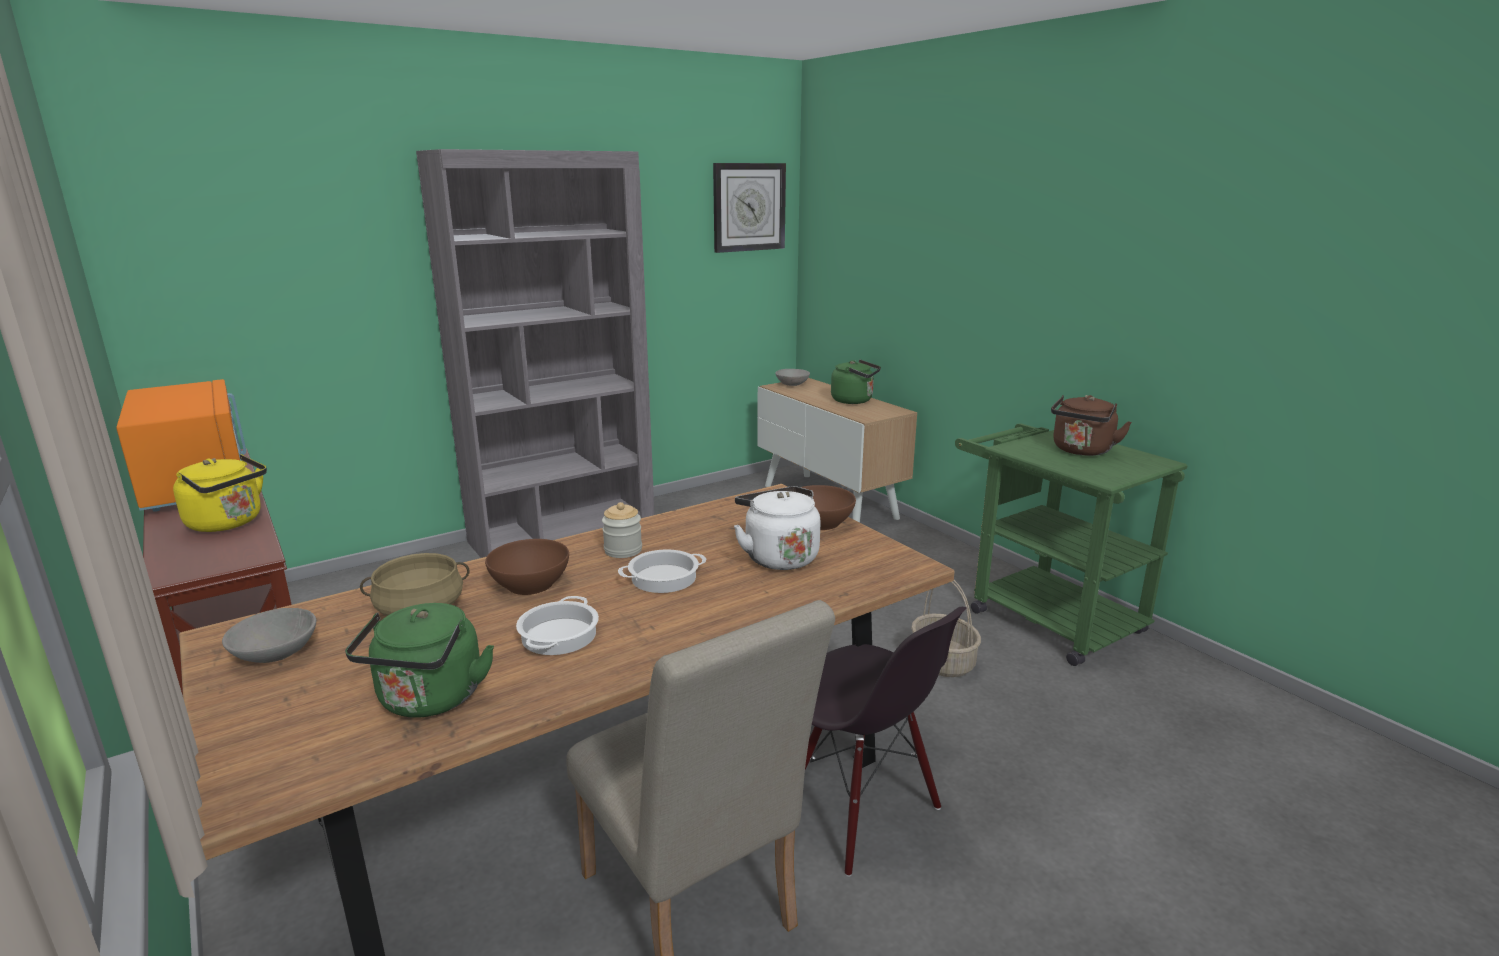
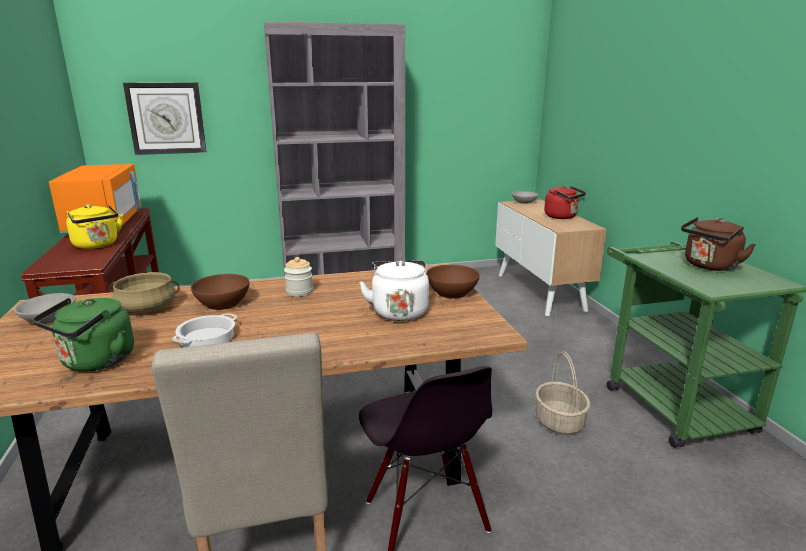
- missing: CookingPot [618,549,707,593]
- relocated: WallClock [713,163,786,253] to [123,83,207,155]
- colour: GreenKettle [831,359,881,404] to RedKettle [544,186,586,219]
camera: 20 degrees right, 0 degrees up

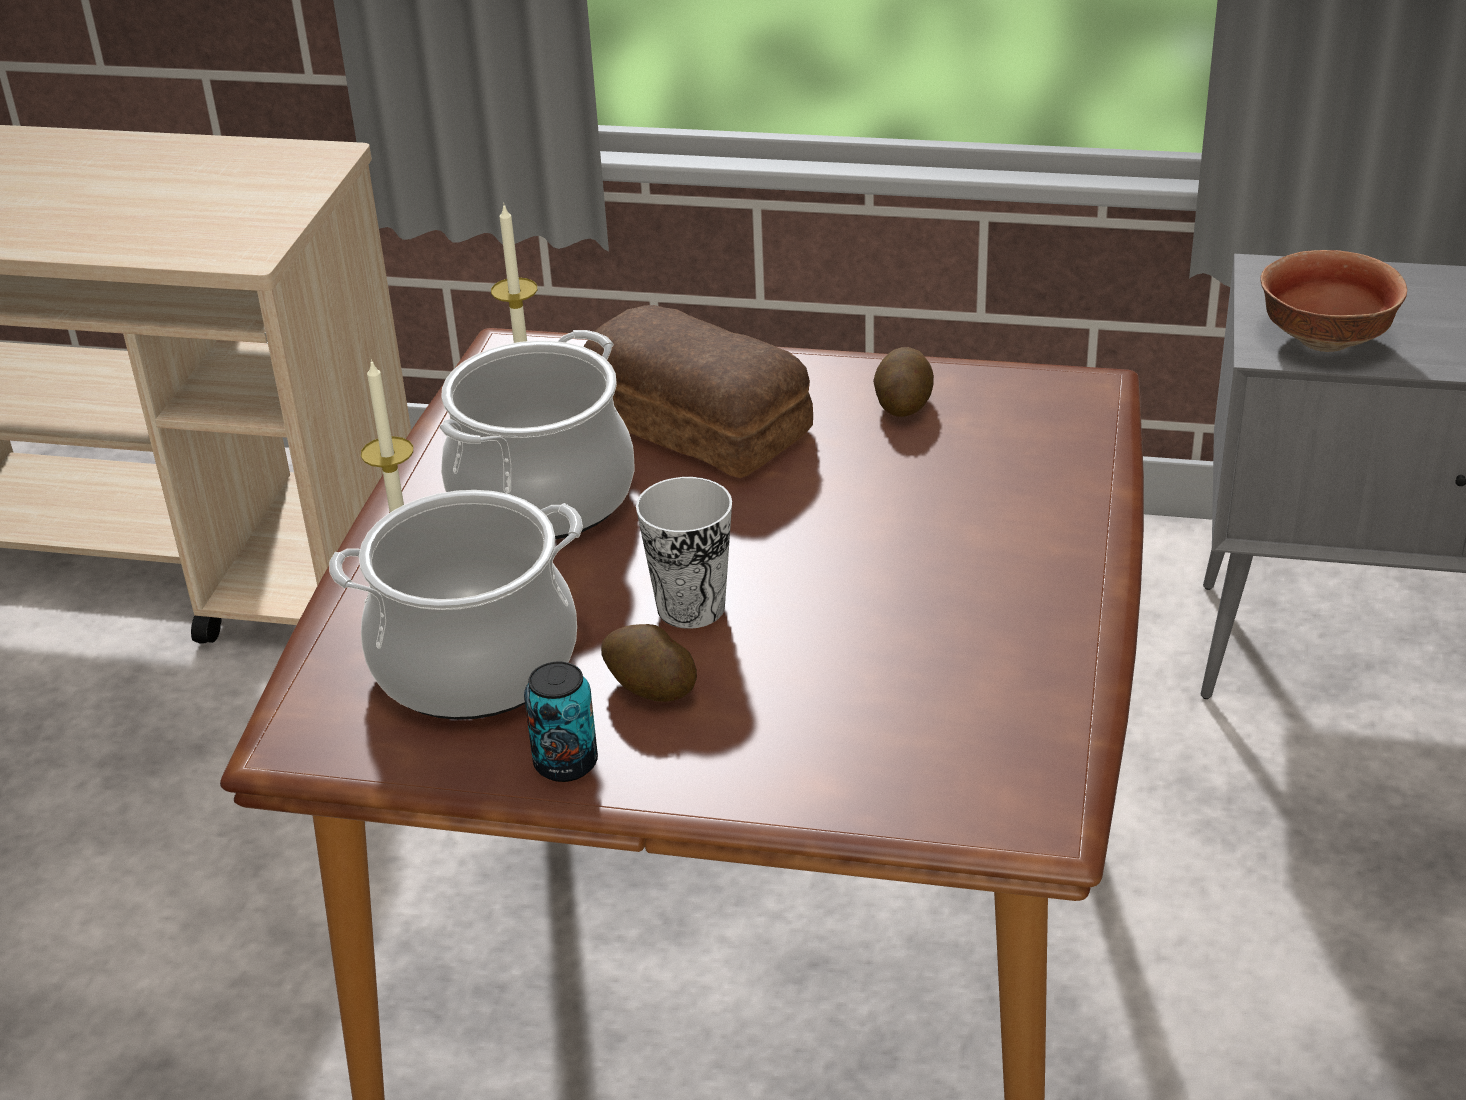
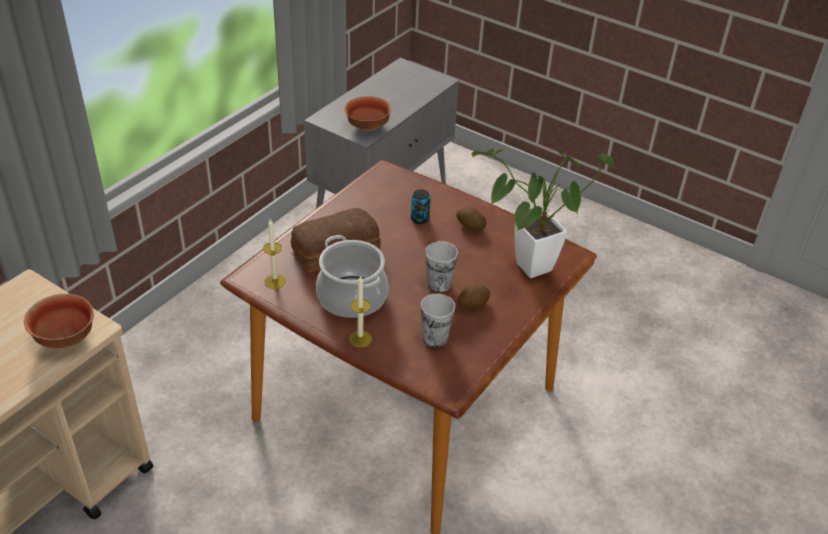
- exchanged: CookingPot [329,490,583,720] to Cup [421,293,455,347]
- relocated: Can [524,661,598,782] to [411,189,431,224]
- relocated: Potato [873,347,934,417] to [456,208,486,231]
- appeared: Bowl [24,294,94,348]
- appeared: PottedPlant [471,148,614,278]
camera: 70 degrees left, 5 degrees up

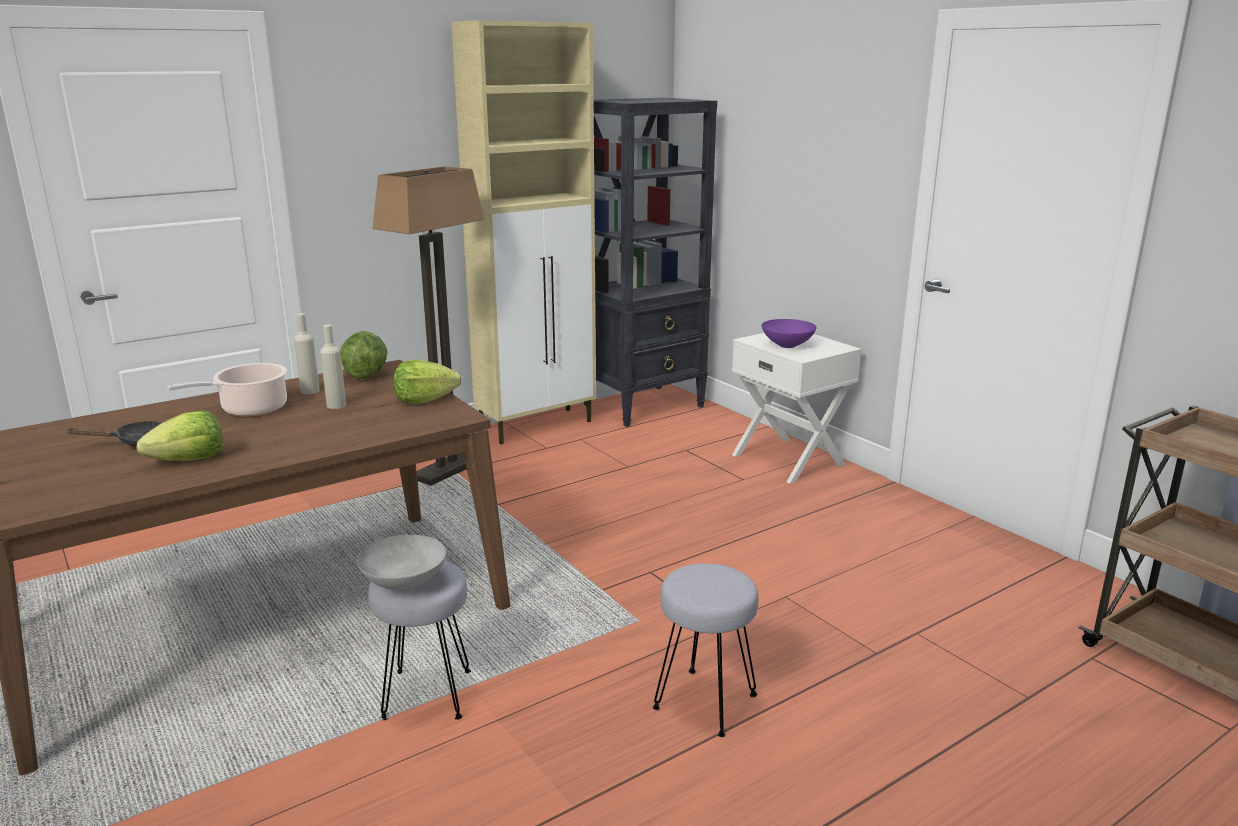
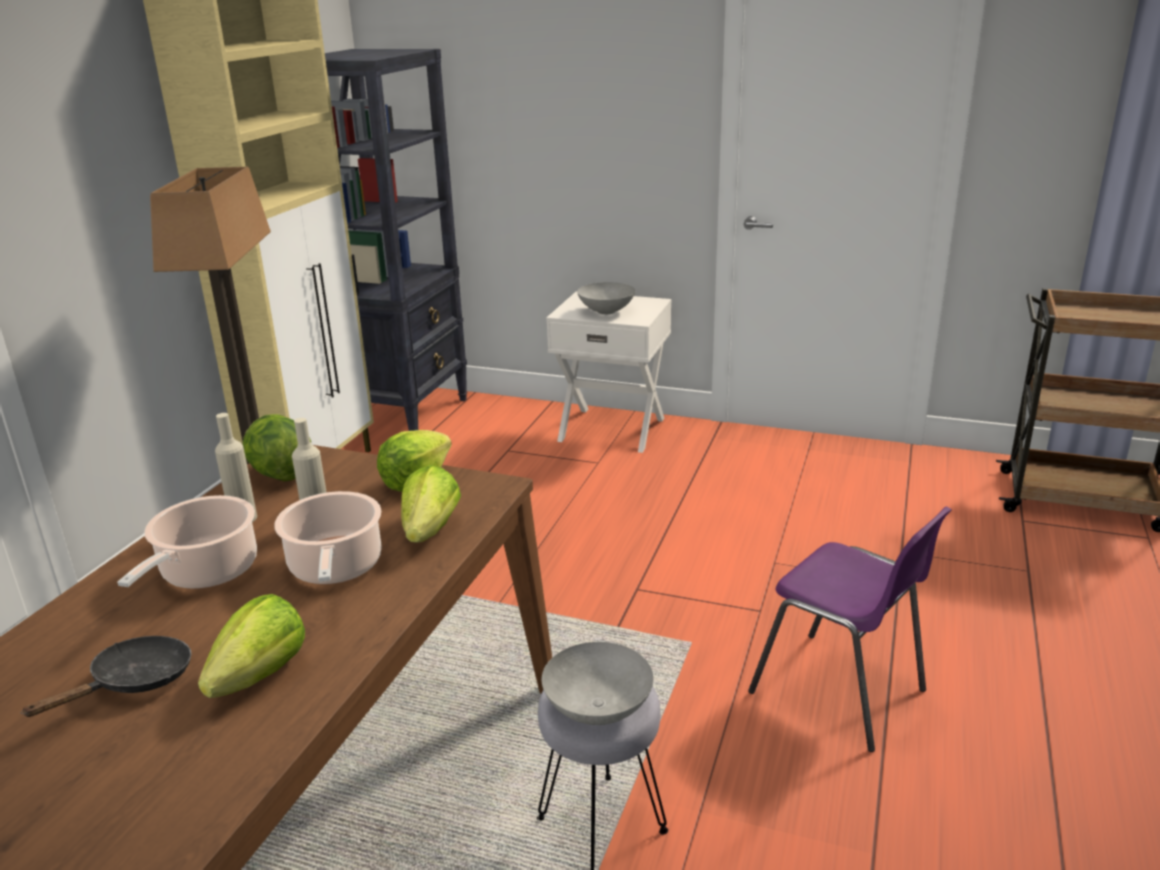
- exchanged: GreyStool [653,563,758,737] to PurpleChair [748,507,952,752]
- colour: PurpleBowl [762,319,817,348] to GreyBowl [577,282,635,315]
- appeared: CookingPot [274,491,382,585]
- appeared: Lettuce [401,465,461,543]
camera: 35 degrees left, 5 degrees up

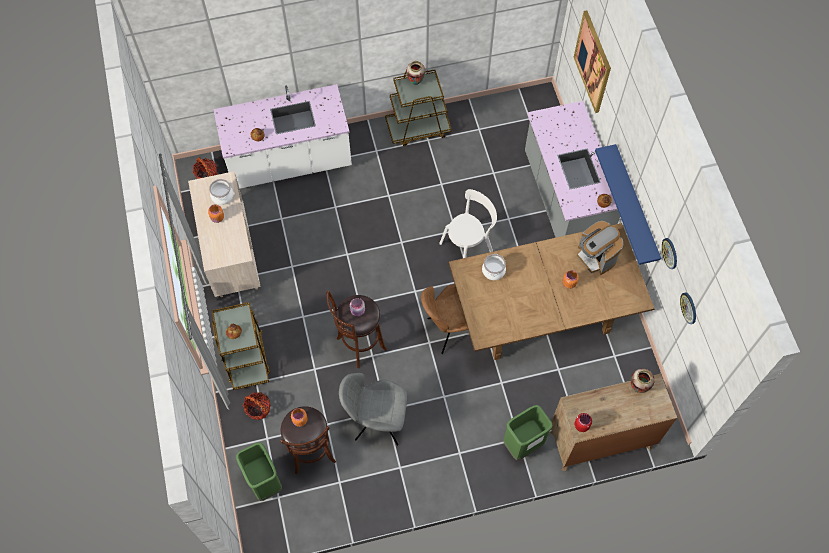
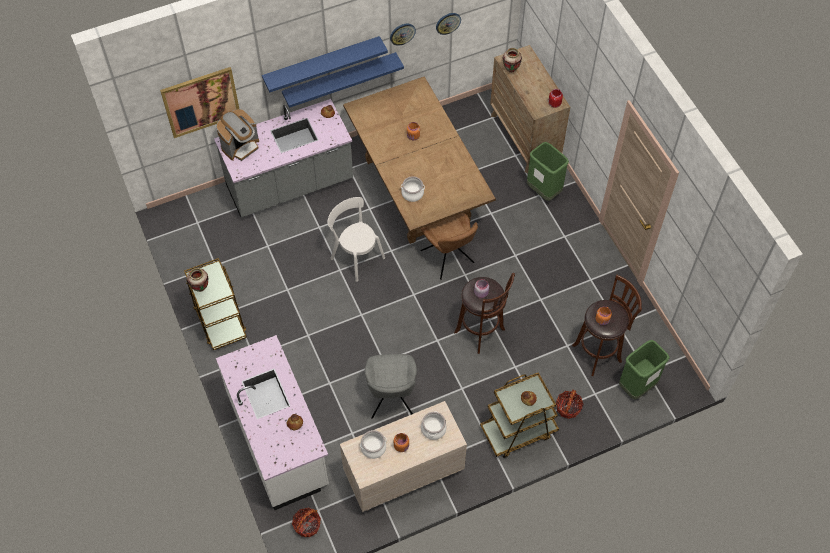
- relocated: GreyChair [339,373,407,446] to [365,354,417,419]
- relocated: CoffeeMachine [577,221,623,275] to [216,109,259,161]
- appeared: BlueShelf [262,36,388,93]
- appeared: CookingPot [421,411,446,440]
camera: 100 degrees left, 5 degrees down

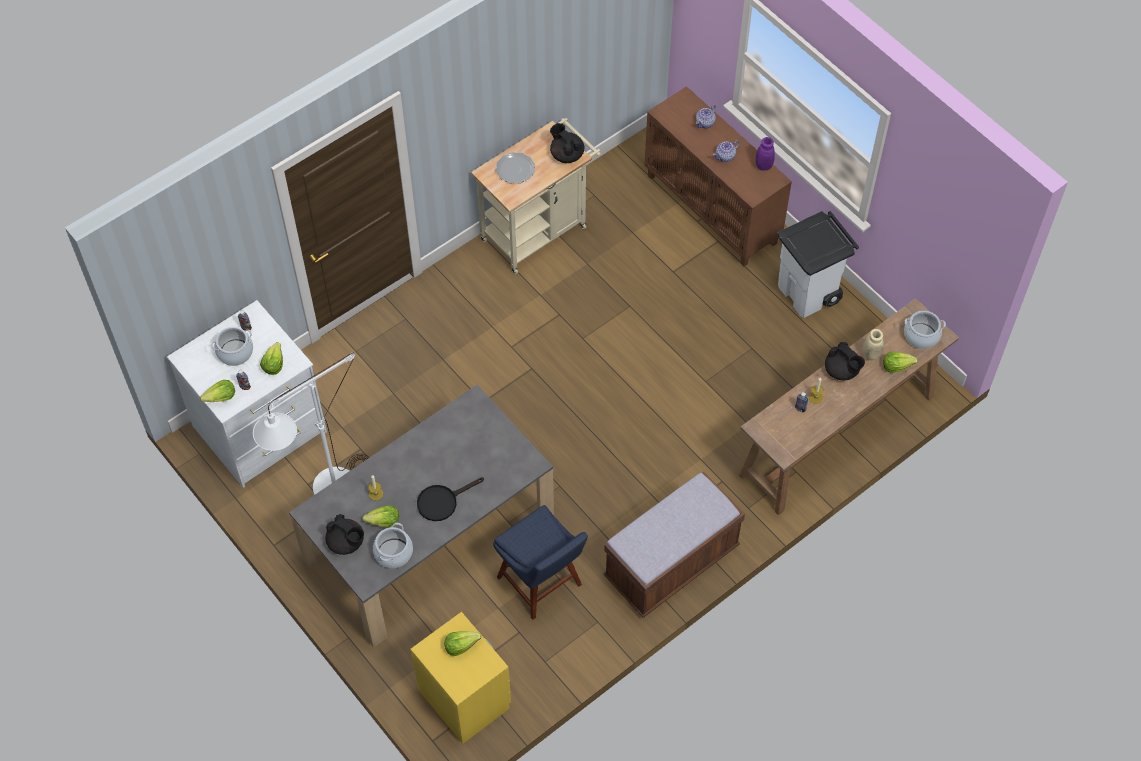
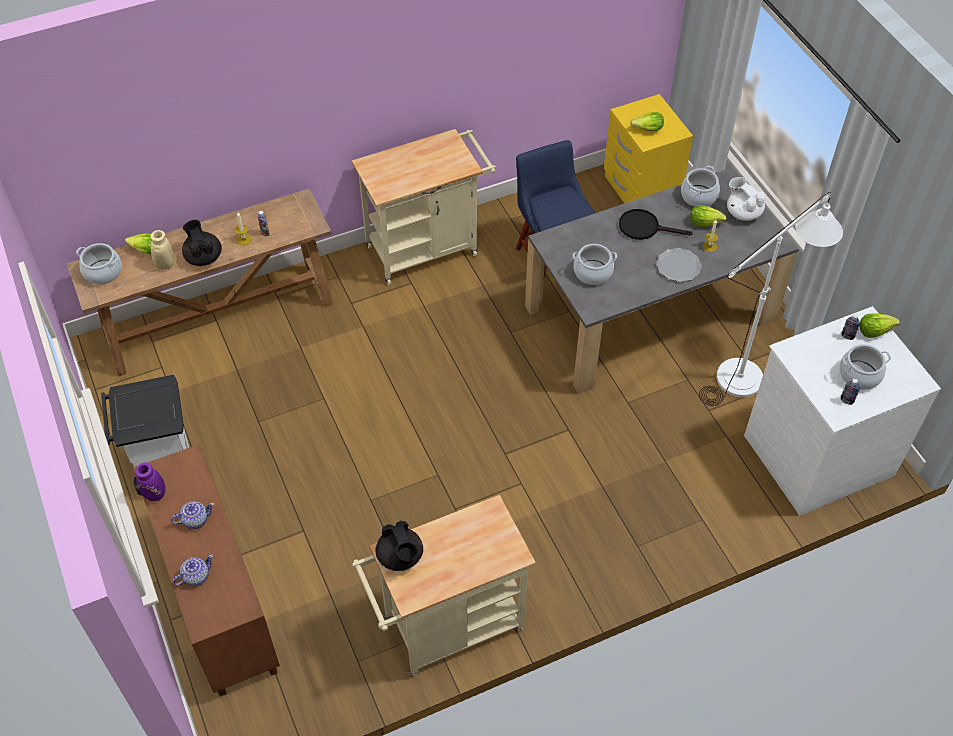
- missing: Lettuce [260,342,283,375]
- colour: BlackTeapot [326,514,364,555] to WhiteTeapot [727,177,765,221]
- spun: BlackFryingPan [417,477,484,521] = [619,209,693,240] 150 degrees counterclockwise
- relocated: Plate [496,152,535,184] to [656,248,702,282]
- exchanged: BrownBench [603,472,745,618] to BeigeCart [352,129,496,285]
- appeared: CookingPot [573,244,617,285]
camera: 165 degrees left, 5 degrees down

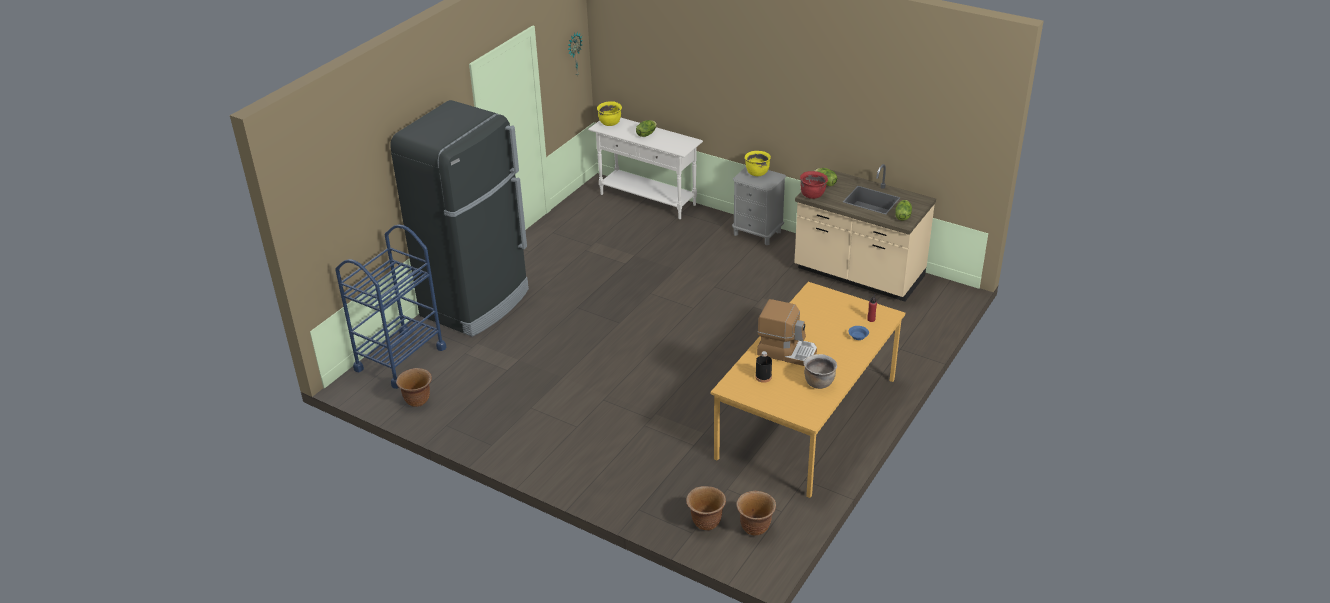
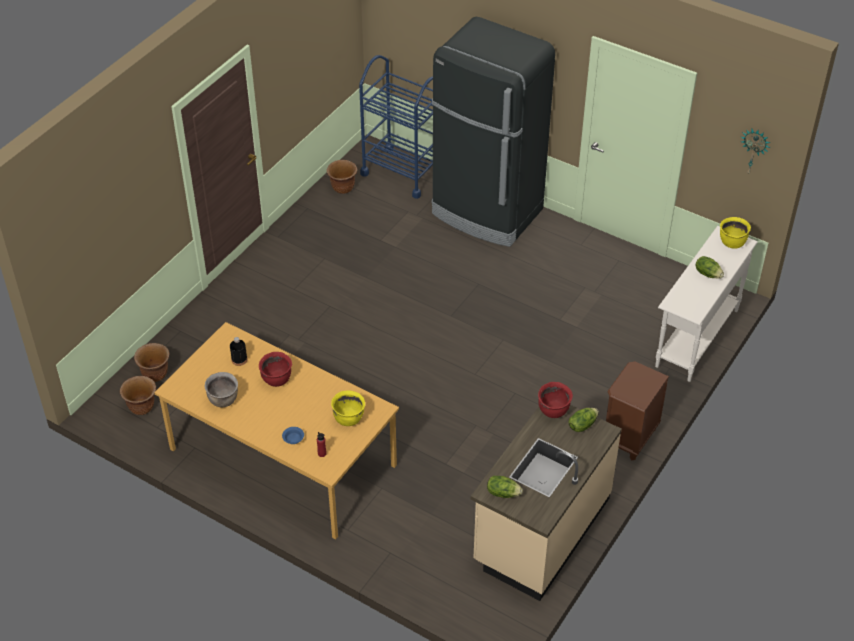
- colour: GreyNightstand [732,167,786,245] to BrownNightstand [606,361,669,461]
- relocated: YellowCookingPot [745,151,771,176] to [331,390,365,426]
- exchanged: CoffeeMachine [757,299,817,366] to RedCookingPot [259,352,292,387]
camera: 90 degrees right, 10 degrees up

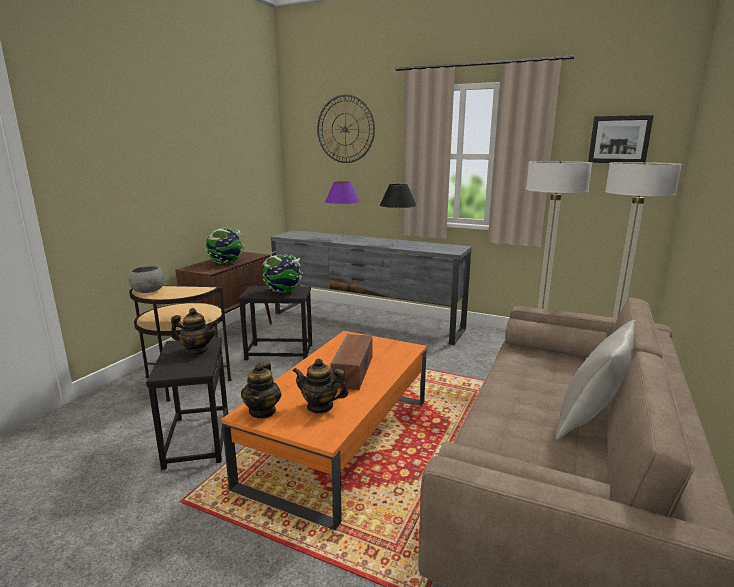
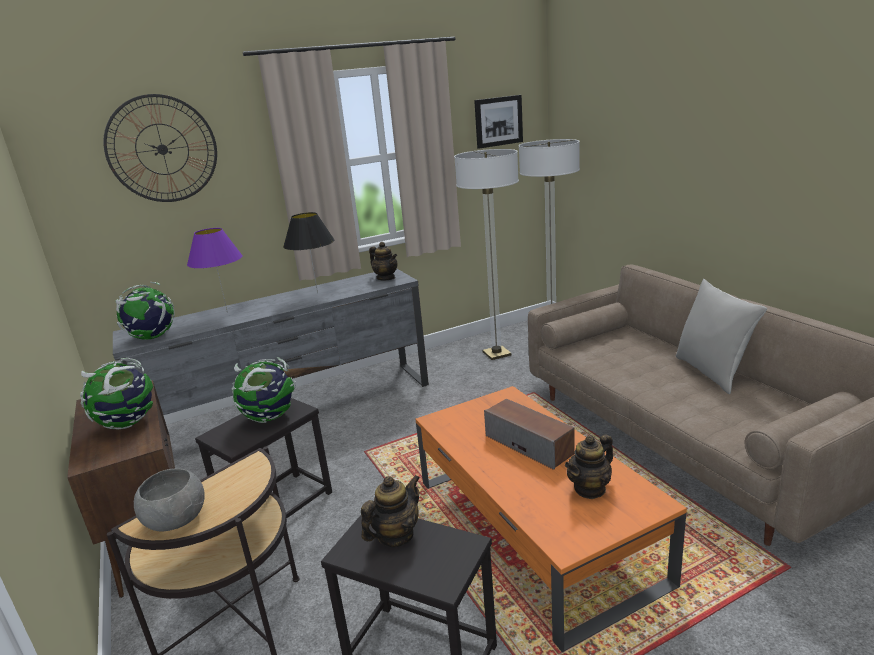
- relocated: Teapot [241,362,281,419] to [369,242,398,280]
- appeared: Globe [115,282,175,340]
camera: 50 degrees left, 5 degrees up

